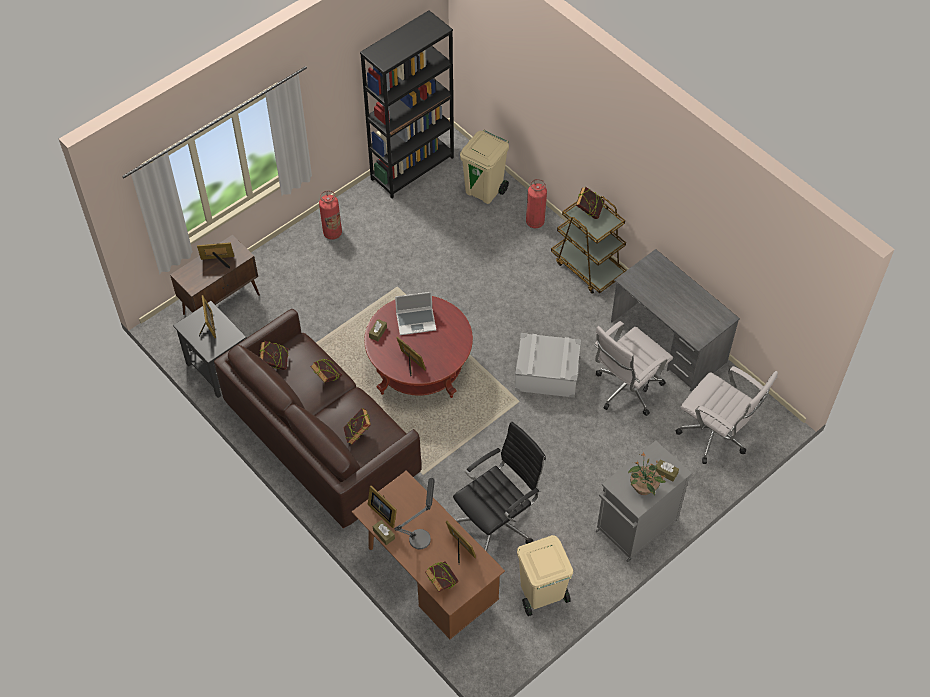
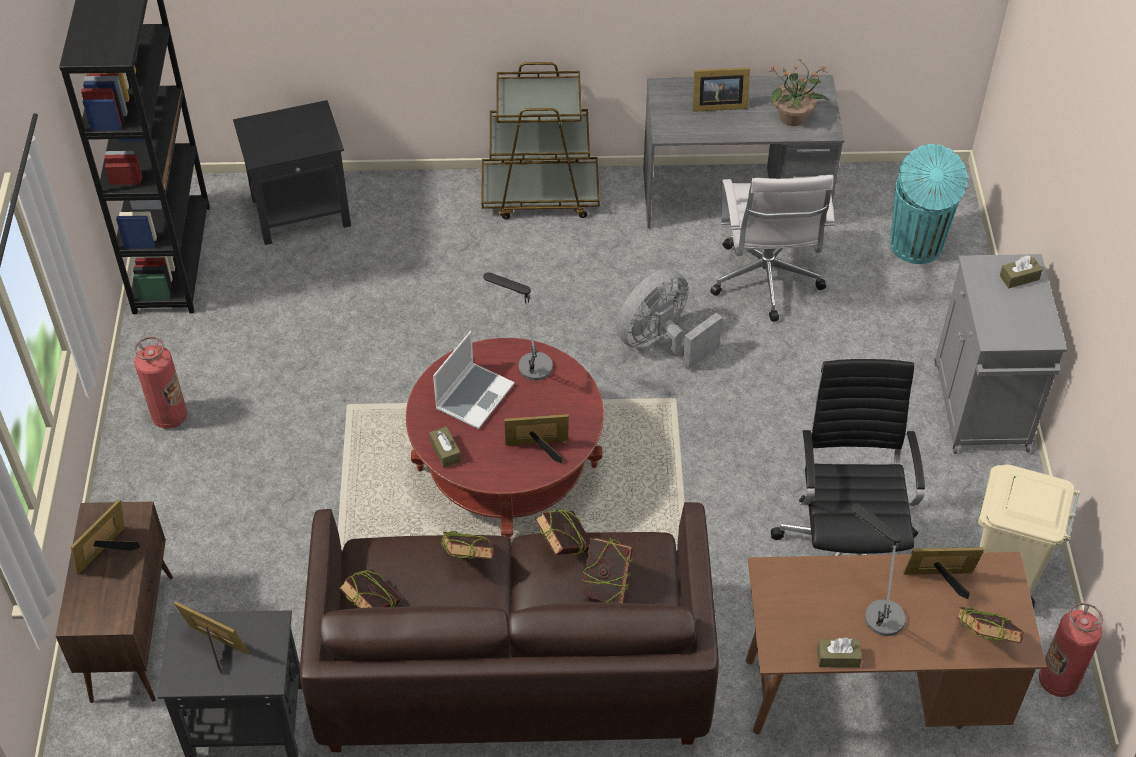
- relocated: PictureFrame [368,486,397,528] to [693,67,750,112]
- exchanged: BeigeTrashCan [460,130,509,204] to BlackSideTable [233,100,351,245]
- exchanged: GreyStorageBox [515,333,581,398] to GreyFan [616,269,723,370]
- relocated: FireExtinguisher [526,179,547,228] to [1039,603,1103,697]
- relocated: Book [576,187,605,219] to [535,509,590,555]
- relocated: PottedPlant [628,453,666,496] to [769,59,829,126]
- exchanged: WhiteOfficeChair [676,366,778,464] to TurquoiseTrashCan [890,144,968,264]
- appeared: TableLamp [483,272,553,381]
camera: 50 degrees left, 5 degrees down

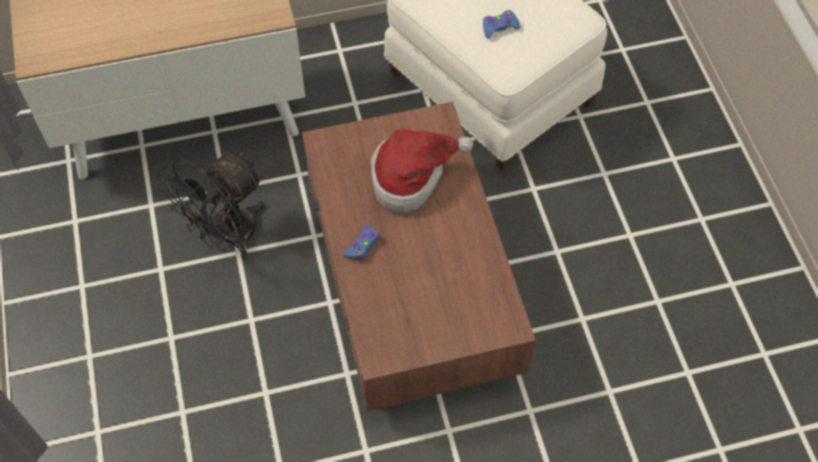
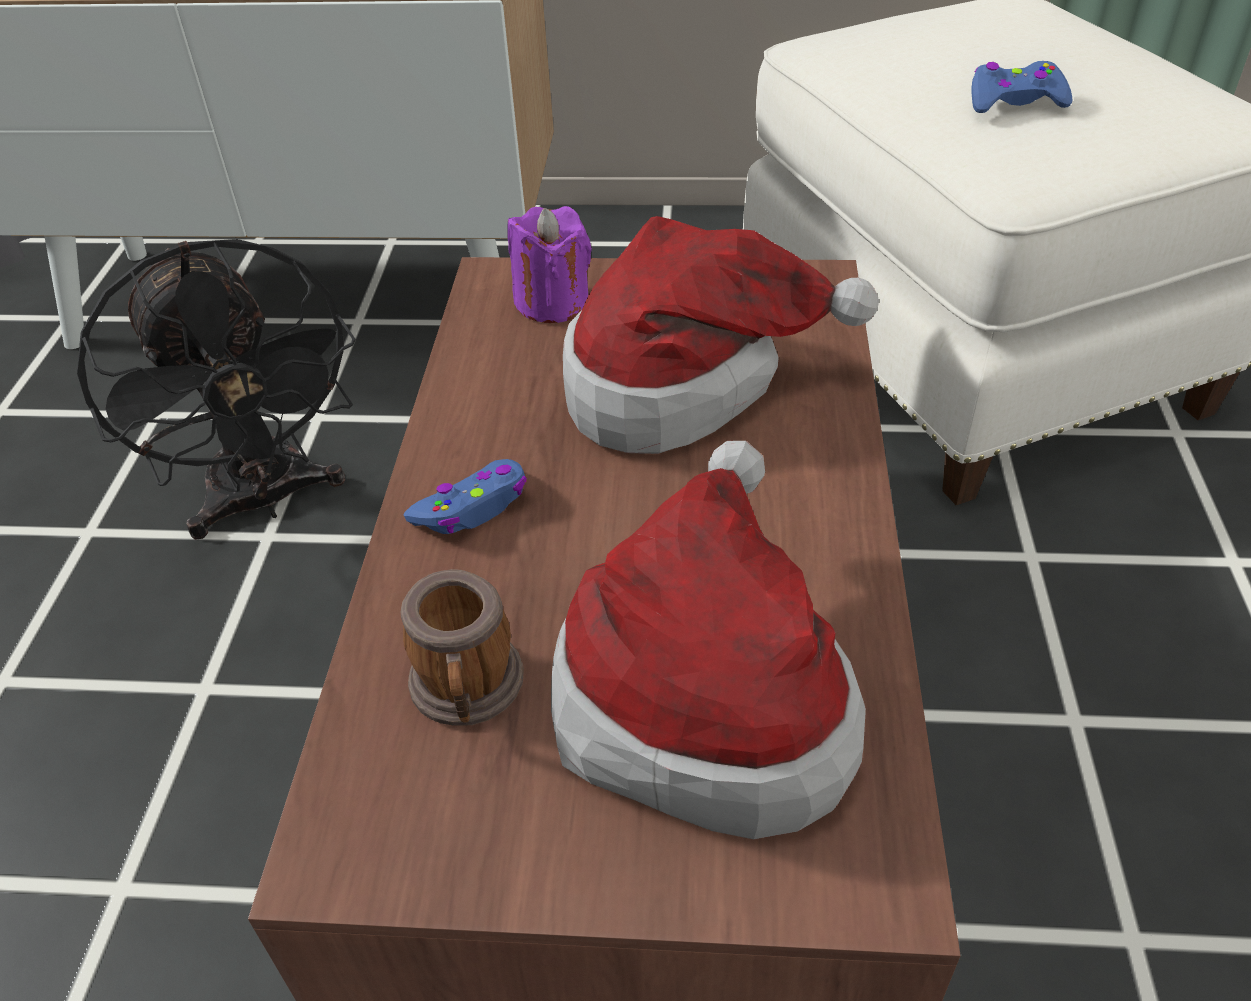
- spun: BlackFan [157,151,265,260] = [77,239,356,540] 90 degrees counterclockwise
- appeared: Mug [401,569,524,726]
- appeared: PurpleCandle [507,206,592,323]
- appeared: Hat [551,441,866,839]
camera: 20 degrees right, 15 degrees down

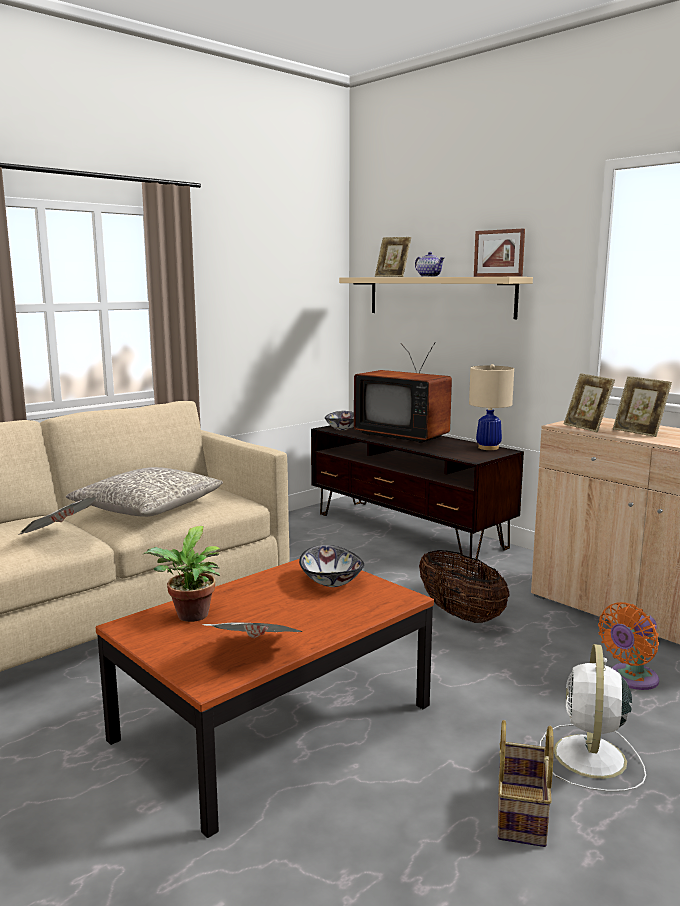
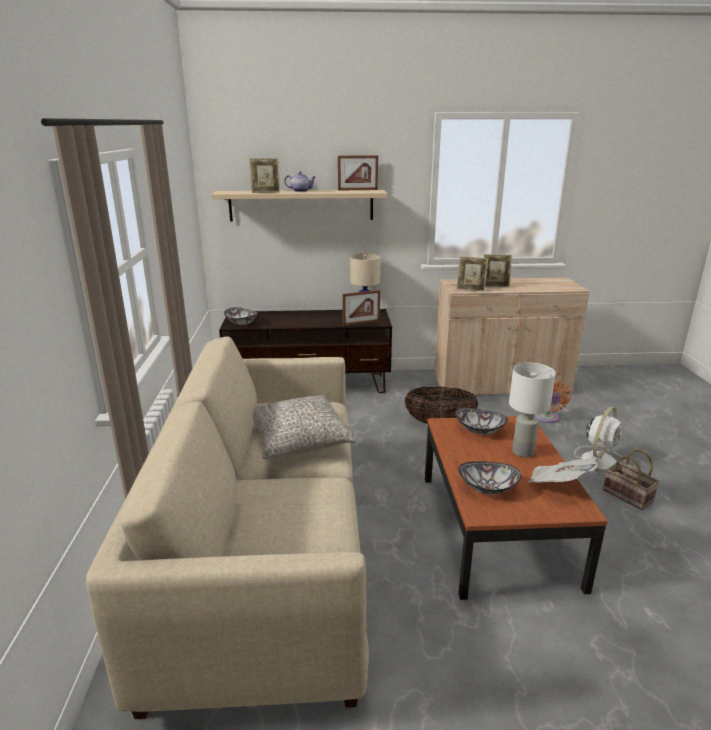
- missing: Newspaper [18,497,97,535]
- exchanged: PottedPlant [142,526,220,622] to Bowl [459,461,521,495]
- missing: Television [354,343,452,443]
- spun: WhiteFan [540,644,646,792] = [574,407,626,475] 105 degrees counterclockwise
- appeared: PictureFrame [342,290,380,326]
- appeared: WhiteTableLamp [509,363,556,457]
camera: 50 degrees left, 10 degrees up

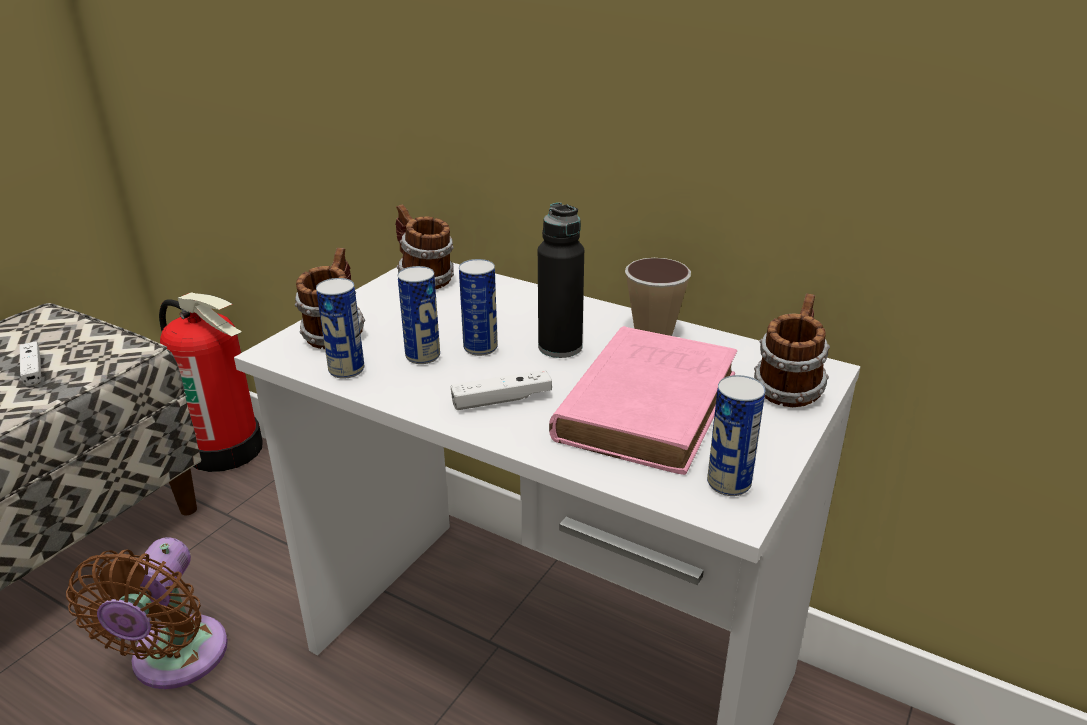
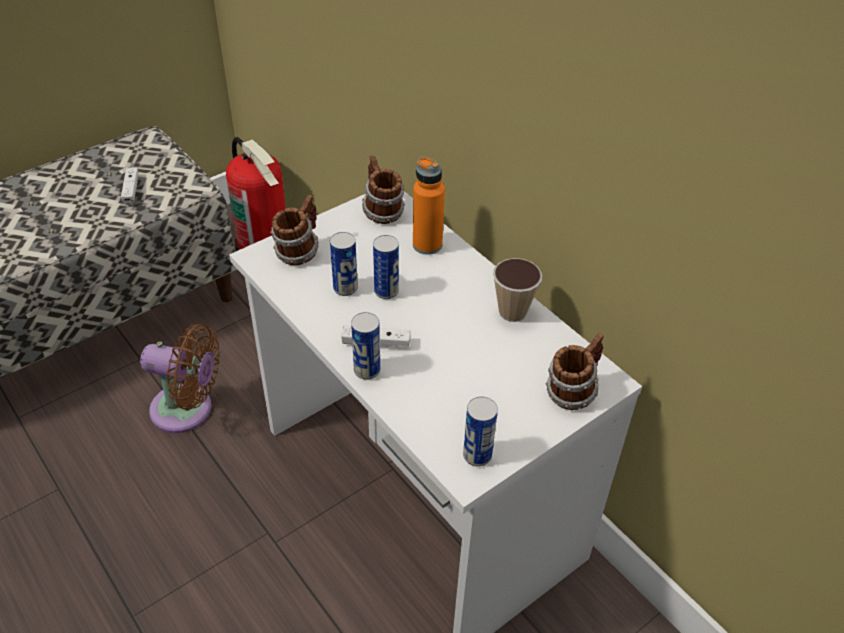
- spun: BrownFan [66,537,228,689] = [140,324,220,433] 105 degrees counterclockwise
- relocated: Can [316,278,364,379] to [351,312,380,380]
- missing: BlackBottle [538,202,584,358]
- missing: PinkBook [549,326,737,475]
- appeared: OrangeBottle [413,157,445,255]
camera: 20 degrees right, 15 degrees up

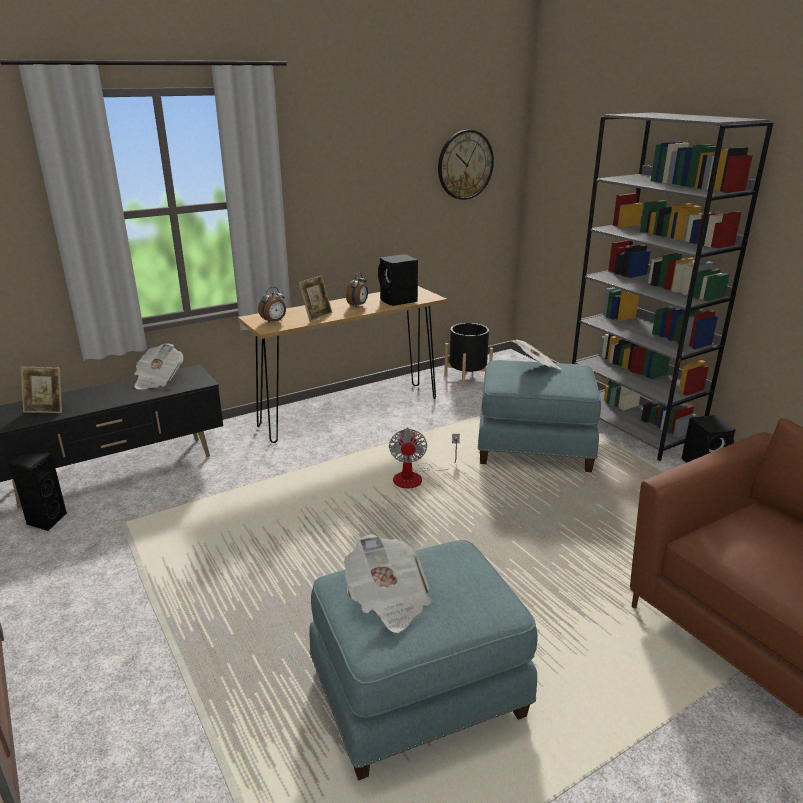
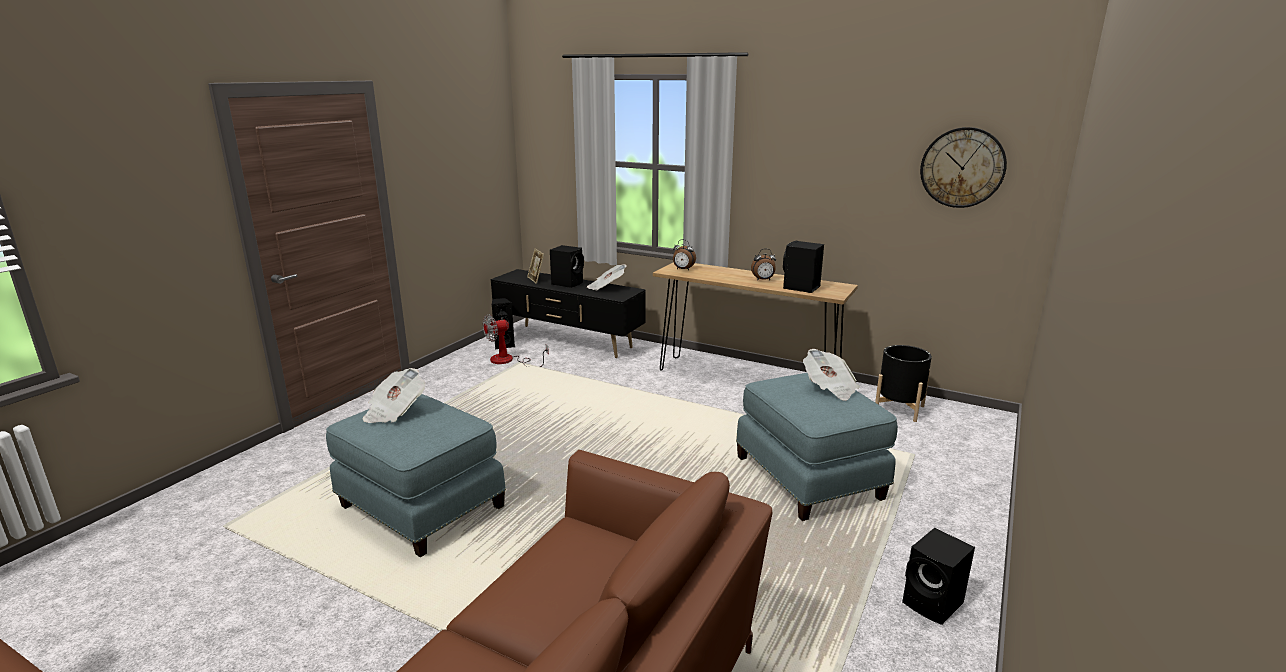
- missing: PictureFrame [299,275,333,322]
- relocated: Fan [389,427,460,488] to [483,314,549,367]
- missing: GreyBookcase [572,113,773,461]
- appeared: BlackSpeaker [550,245,584,288]
camera: 60 degrees right, 5 degrees down

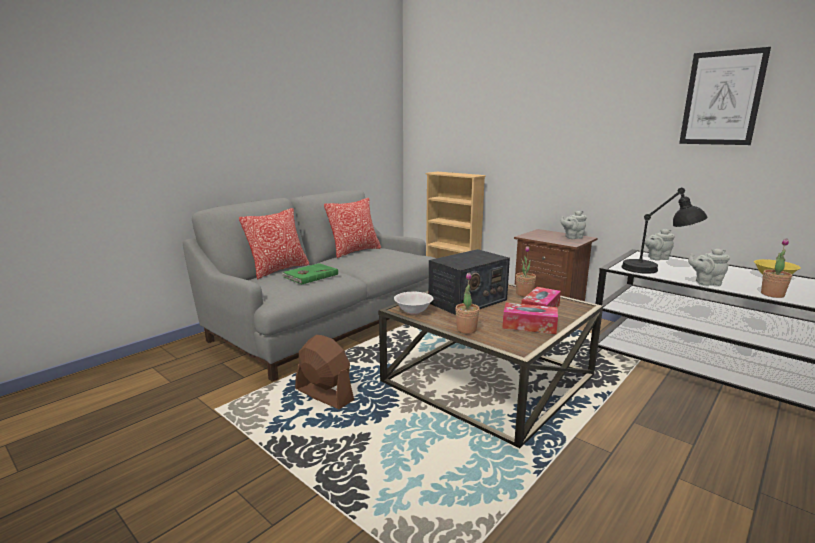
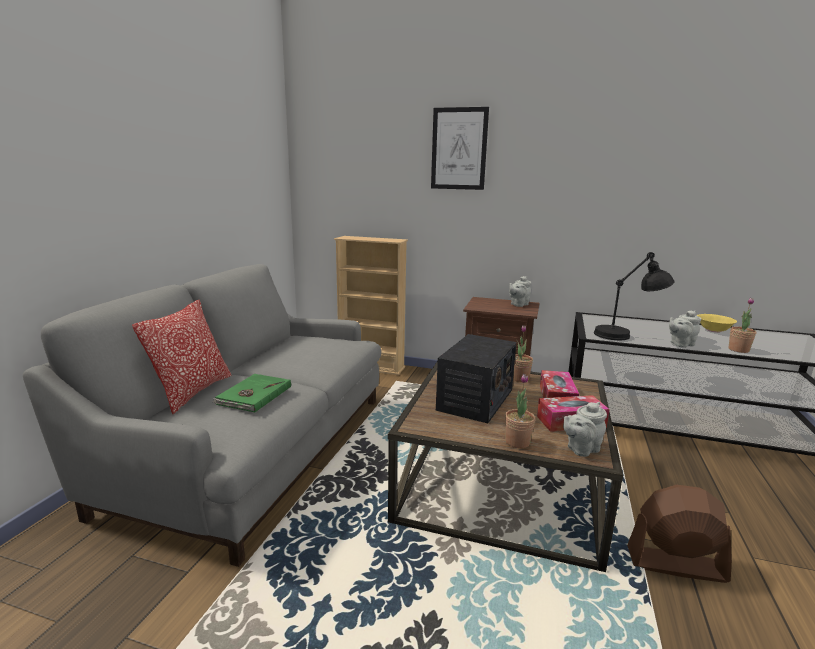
- relocated: BrownFan [295,335,354,410] to [627,485,732,583]
- missing: Pillow [324,198,381,258]
- missing: WhiteBowl [394,292,433,315]
- relocated: GreyTeapot [642,229,675,260] to [563,402,607,457]
- relocated: Picture [679,47,771,145] to [431,107,489,190]
camera: 25 degrees left, 0 degrees up

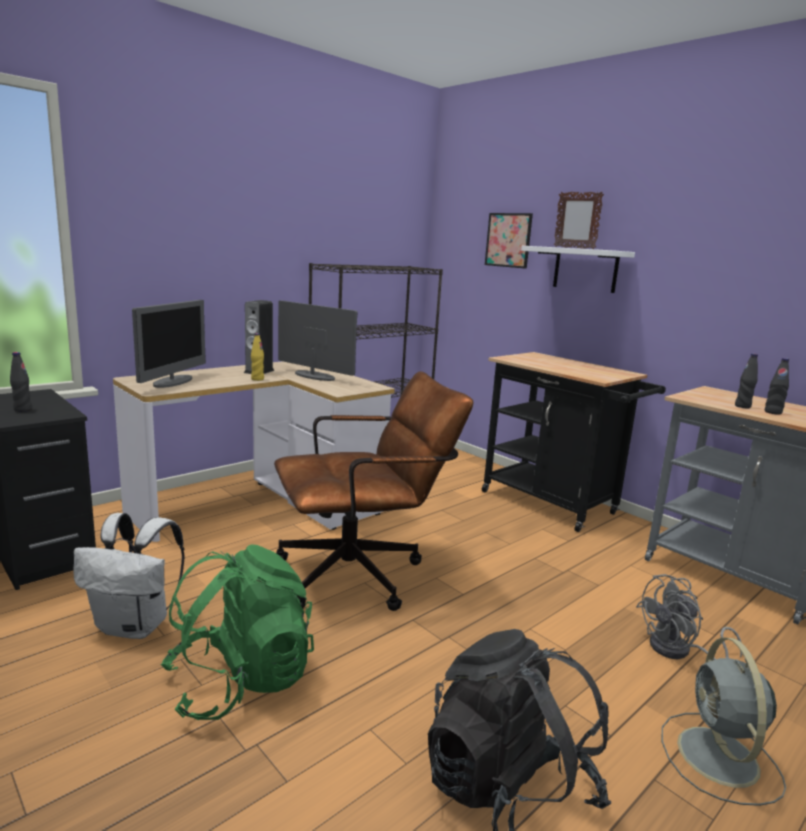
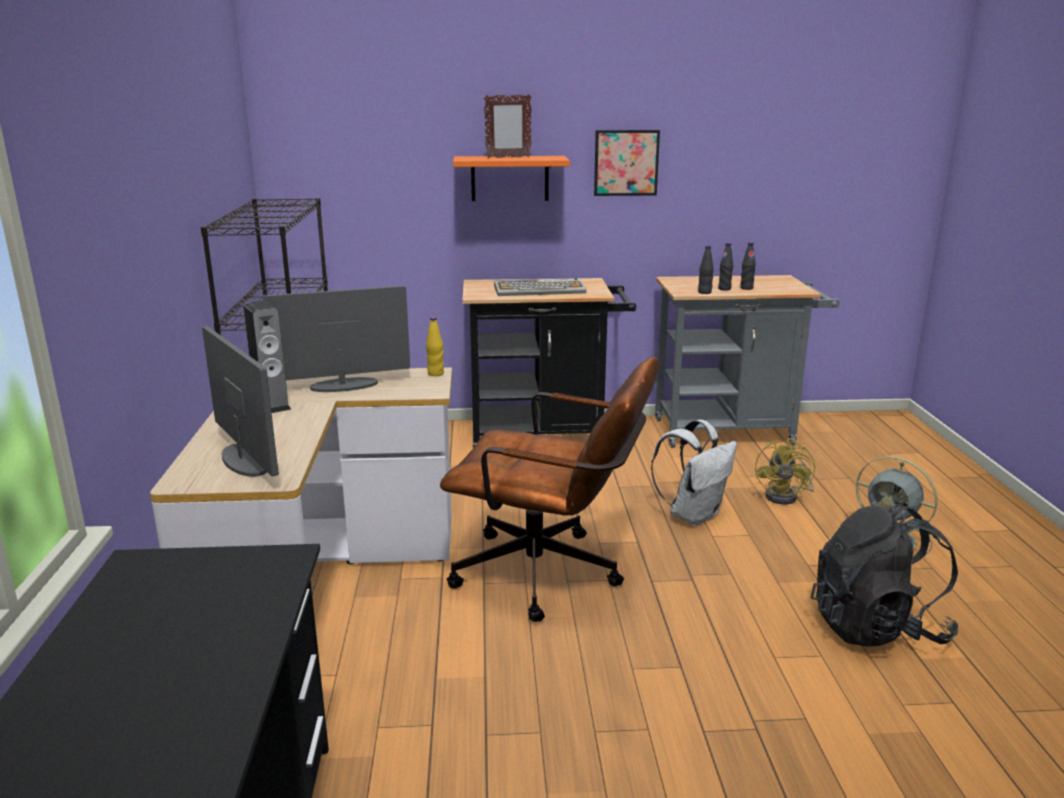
- relocated: BlackBottle [10,352,32,412] to [698,246,714,294]
- relocated: WhiteBackpack [74,513,185,639] to [651,419,737,526]
- missing: GreenBackpack [160,544,314,720]
- relocated: YellowBottle [251,333,264,381] to [426,317,444,376]
- spun: BrownOfficeChair [274,371,474,611] = [440,357,659,622] 90 degrees clockwise
- relocated: Picture [485,213,533,269] to [594,130,660,196]
- colour: WhiteShelf [521,246,635,293] to OrangeShelf [453,156,570,201]
- colour: GreyFan [636,574,743,660] to YellowFan [755,438,815,504]
- appeared: Keyboard [494,278,586,296]
camera: 50 degrees left, 5 degrees up

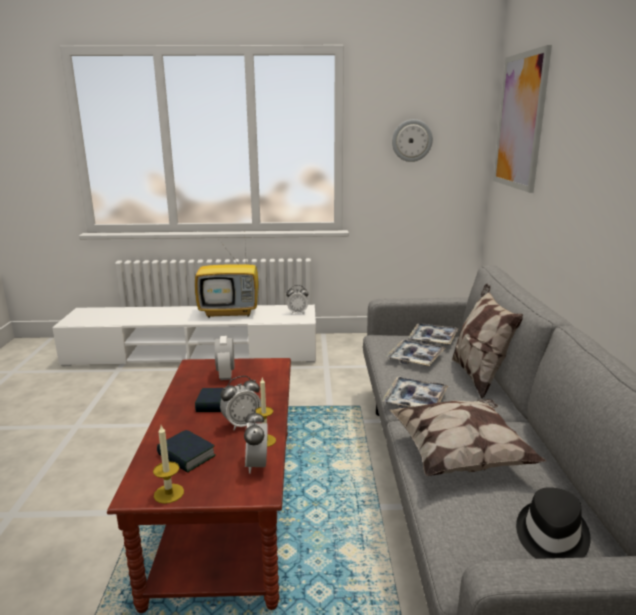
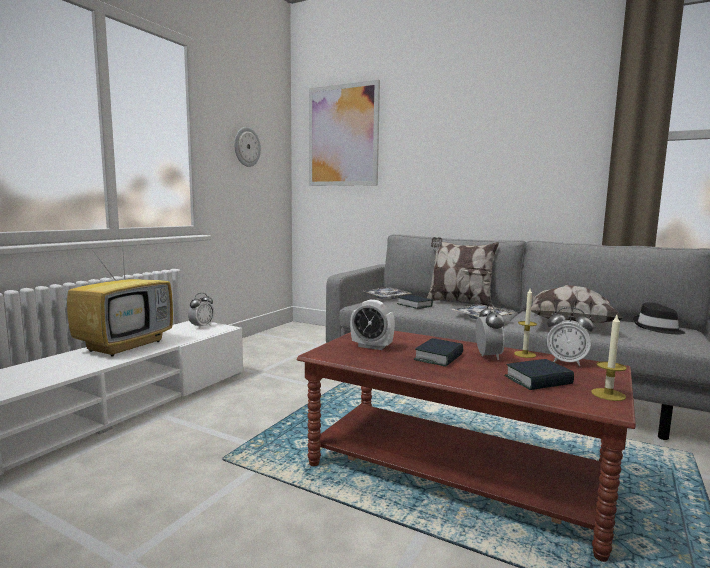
- exchanged: Tray [386,339,446,366] to Book [397,295,433,309]
camera: 60 degrees left, 10 degrees down

